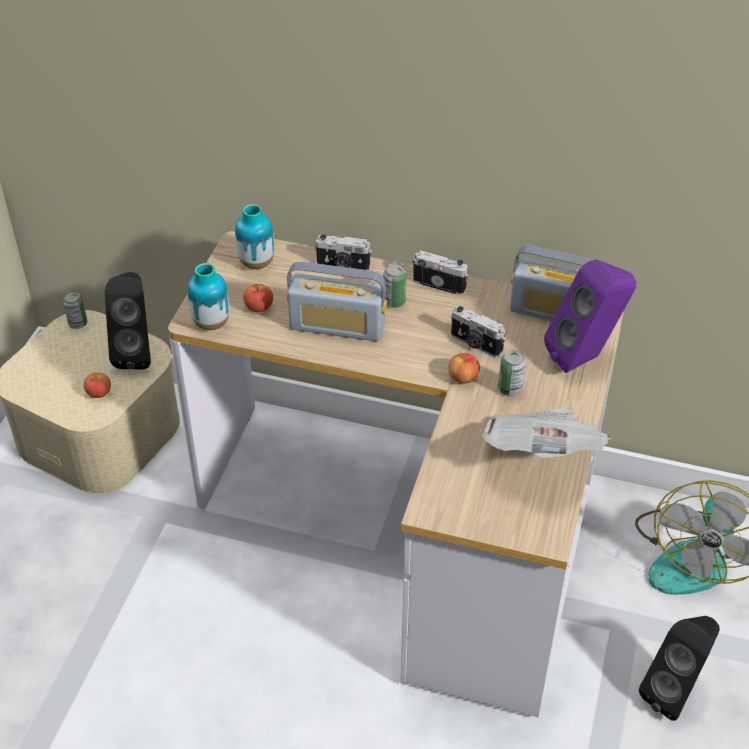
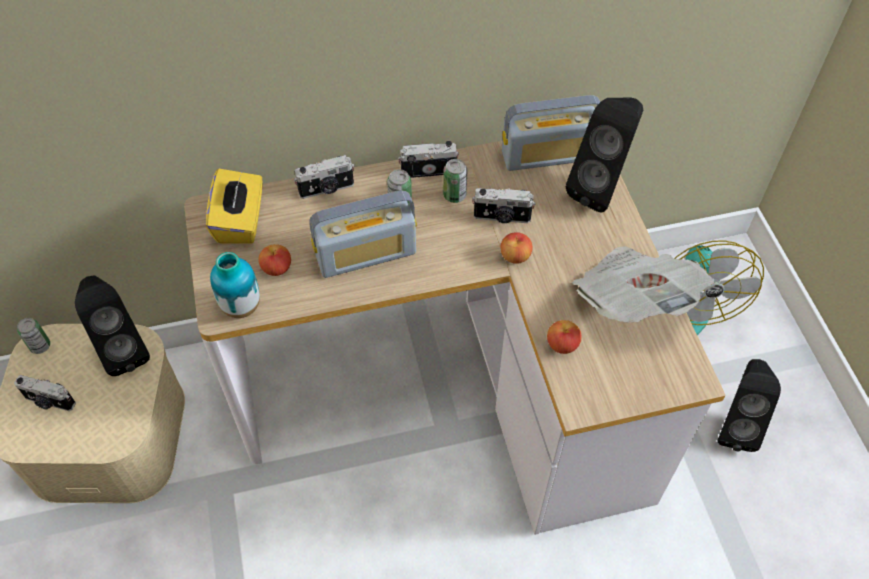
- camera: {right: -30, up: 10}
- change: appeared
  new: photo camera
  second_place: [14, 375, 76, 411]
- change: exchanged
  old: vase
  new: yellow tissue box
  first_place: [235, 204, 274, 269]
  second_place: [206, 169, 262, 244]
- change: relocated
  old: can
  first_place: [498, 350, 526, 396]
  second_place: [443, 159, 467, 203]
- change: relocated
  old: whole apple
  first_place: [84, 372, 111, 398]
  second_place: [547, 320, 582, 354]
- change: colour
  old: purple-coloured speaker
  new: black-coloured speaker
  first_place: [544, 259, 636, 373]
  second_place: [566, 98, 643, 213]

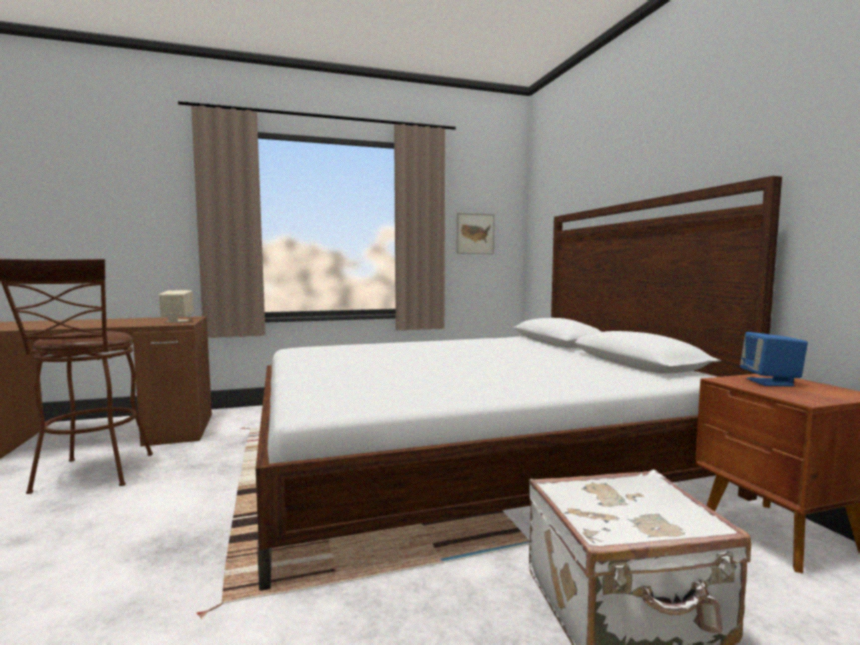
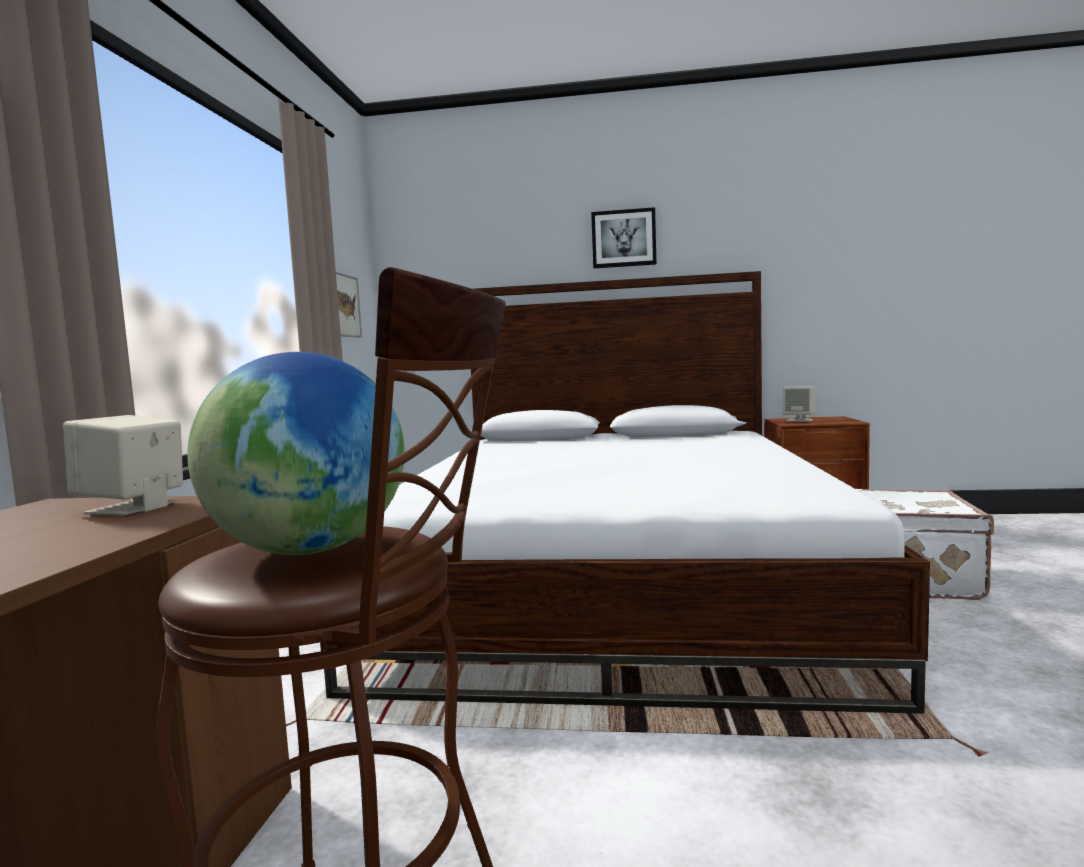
- camera: {right: -65, up: 0}
- change: appeared
  new: globe
  second_place: [187, 352, 405, 555]
- change: appeared
  new: wall picture
  second_place: [591, 207, 656, 268]
- change: colour
  old: blue-coloured speaker
  new: beige-coloured speaker
  first_place: [740, 332, 808, 387]
  second_place: [782, 386, 816, 422]

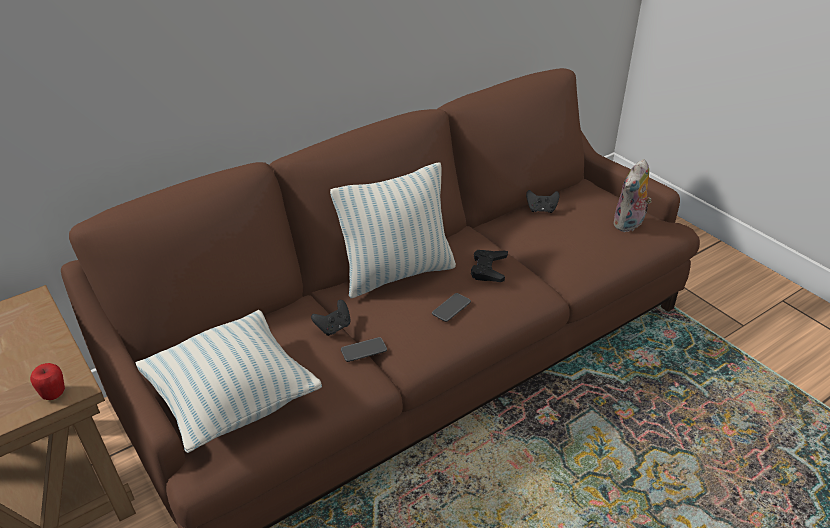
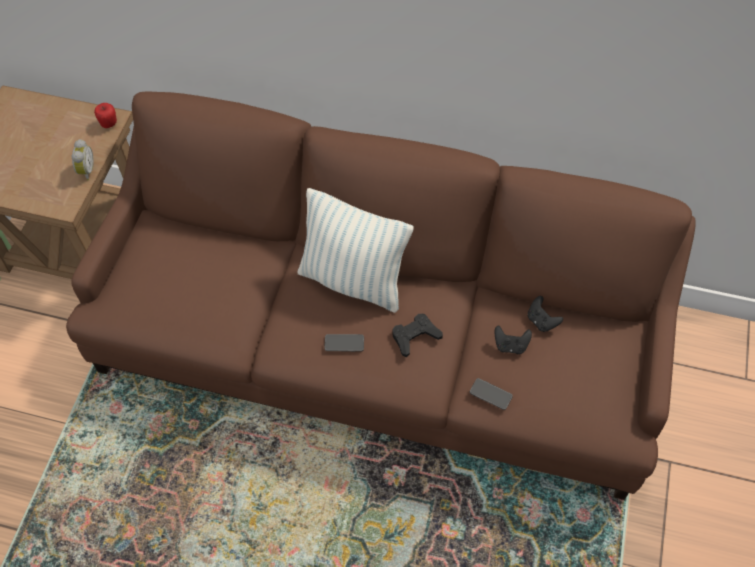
- camera: {right: 50, up: 20}
- change: appeared
  new: bedside clock
  second_place: [72, 139, 94, 180]
- change: relocated
  old: whole apple
  first_place: [30, 363, 65, 400]
  second_place: [94, 103, 117, 128]
- change: relocated
  old: handset
  first_place: [341, 337, 387, 362]
  second_place: [470, 378, 513, 410]
- change: relocated
  old: black-coloured joypad
  first_place: [311, 300, 351, 336]
  second_place: [495, 325, 532, 354]
- change: missing
  old: pillow
  first_place: [136, 310, 322, 453]
- change: missing
  old: plush toy
  first_place: [614, 159, 652, 232]

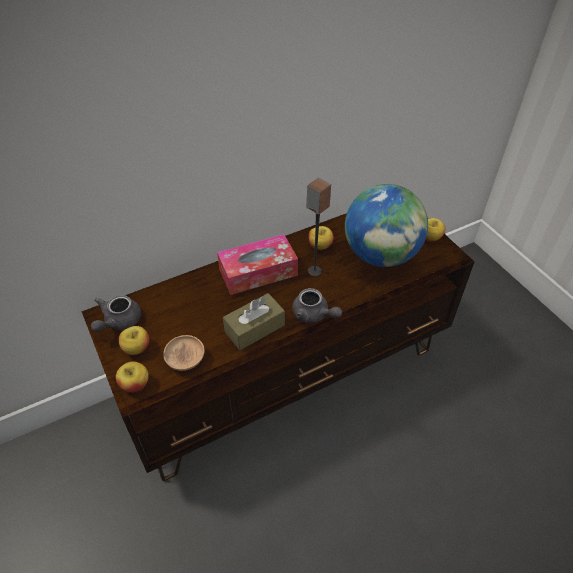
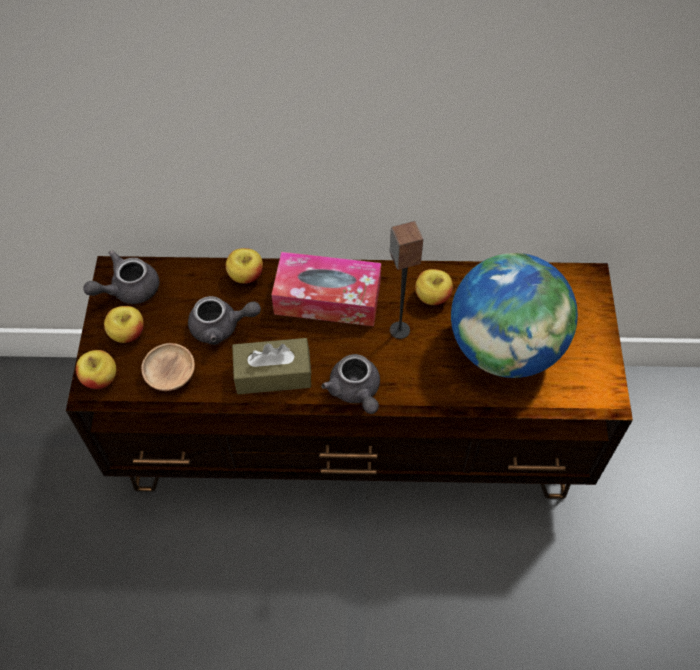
- camera: {right: 30, up: 10}
- change: appeared
  new: gray teapot
  second_place: [188, 296, 261, 345]
- change: relocated
  old: whole apple
  first_place: [425, 218, 446, 242]
  second_place: [226, 248, 263, 284]

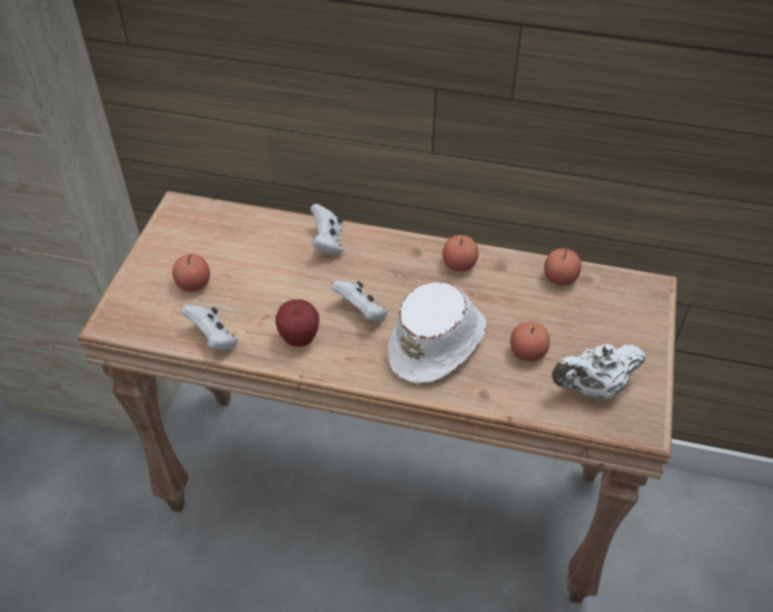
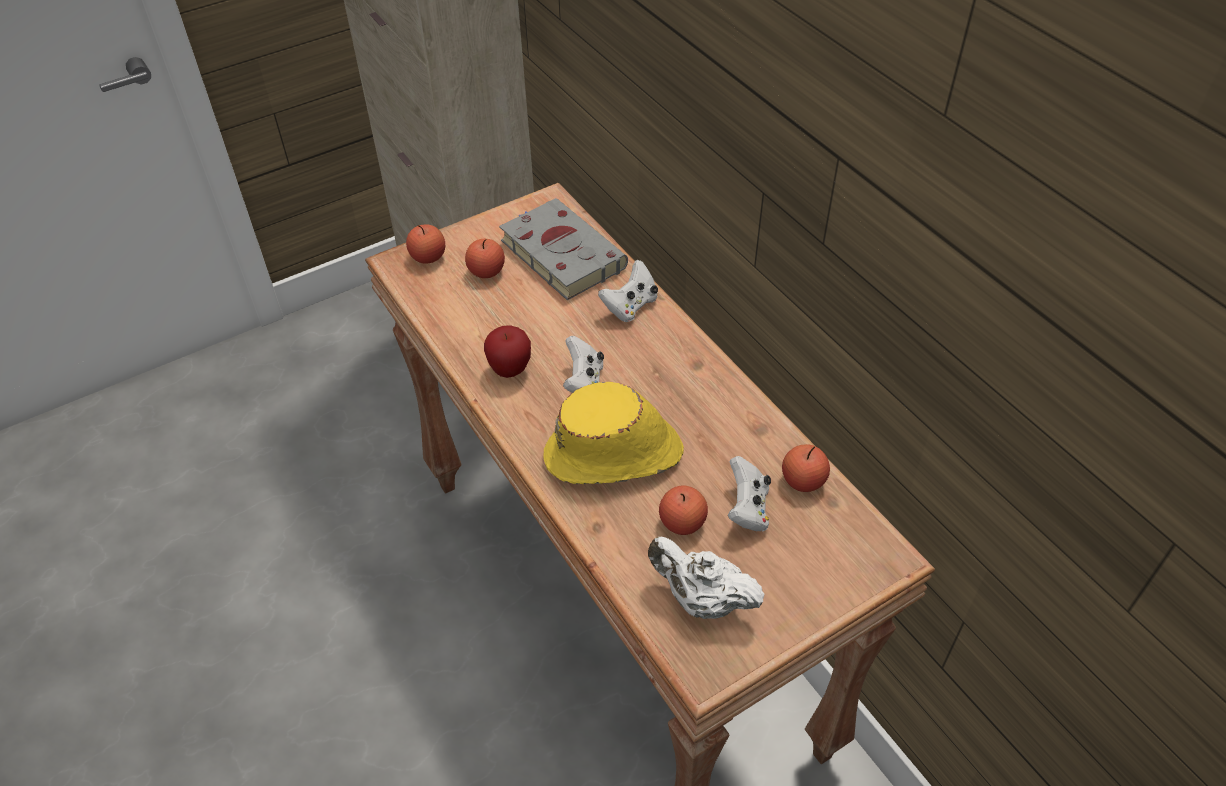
- camera: {right: 45, up: 0}
- change: relocated
  old: whole apple
  first_place: [443, 235, 479, 272]
  second_place: [406, 224, 445, 264]
- change: appeared
  new: gray volume
  second_place: [499, 198, 628, 300]
- change: colour
  old: whitish hat
  new: yellow hat
  first_place: [388, 282, 486, 383]
  second_place: [543, 382, 684, 484]
- change: relocated
  old: whitish joypad
  first_place: [181, 305, 238, 350]
  second_place: [728, 456, 771, 531]

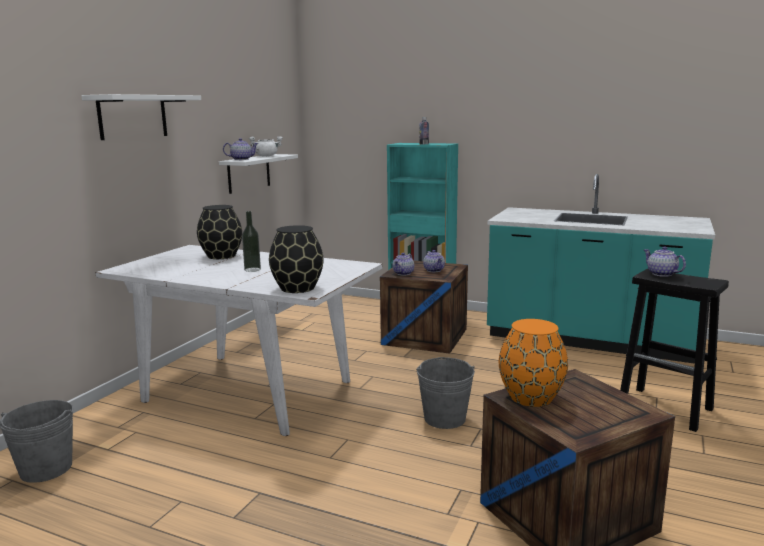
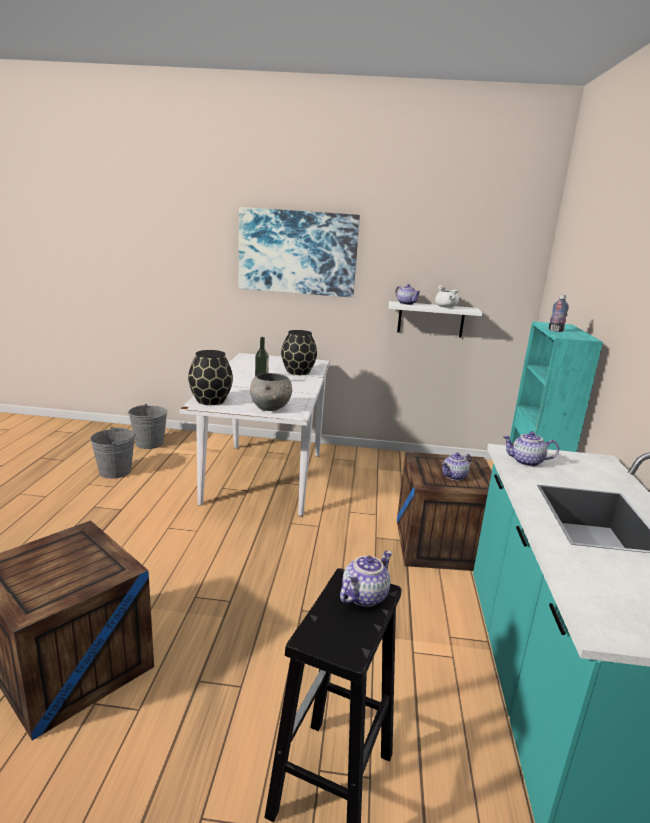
- camera: {right: 70, up: 5}
- change: relocated
  old: gray pail
  first_place: [416, 357, 475, 429]
  second_place: [90, 427, 136, 479]
- change: exchanged
  old: whitish shelf
  new: wall picture
  first_place: [81, 94, 201, 140]
  second_place: [239, 207, 360, 298]
- change: appeared
  new: gray bowl
  second_place: [250, 373, 292, 411]
- change: relocated
  old: teapot
  first_place: [393, 253, 414, 276]
  second_place: [502, 431, 559, 467]
- change: missing
  old: orange-coloured vase
  first_place: [499, 319, 568, 407]

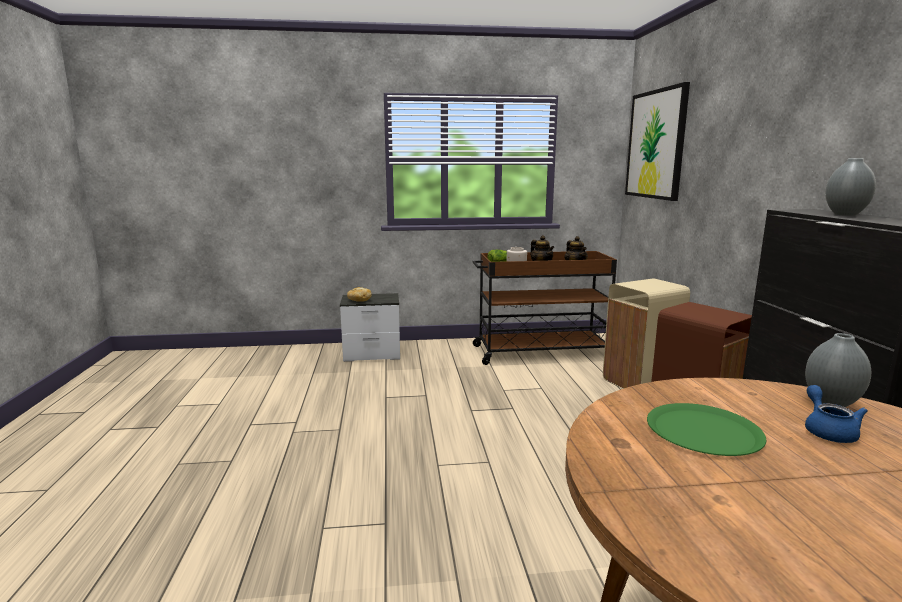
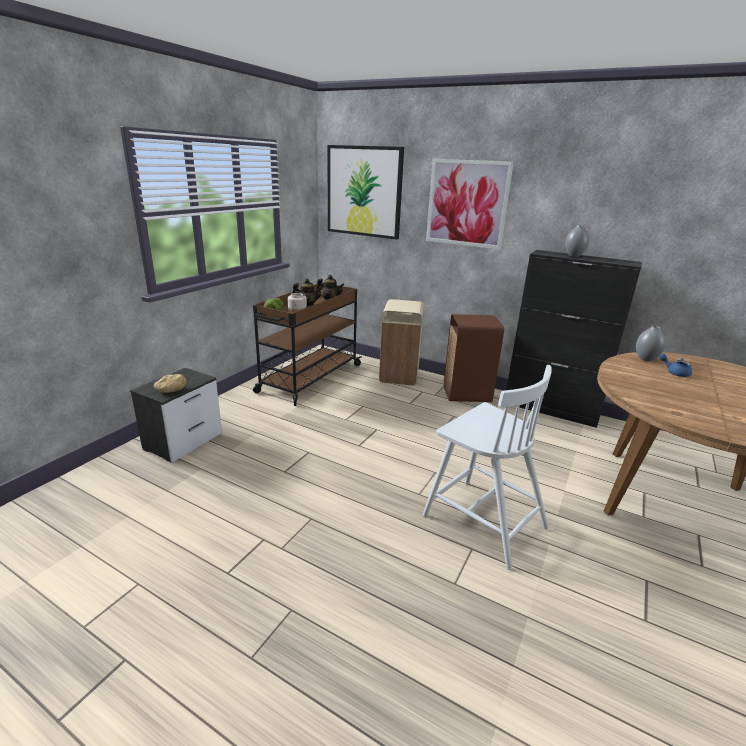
- camera: {right: -55, up: 10}
- change: appeared
  new: whitish plain chair
  second_place: [423, 365, 552, 570]
- change: appeared
  new: wall picture
  second_place: [426, 159, 514, 250]
- change: missing
  old: greenish flat dish
  first_place: [647, 403, 766, 456]

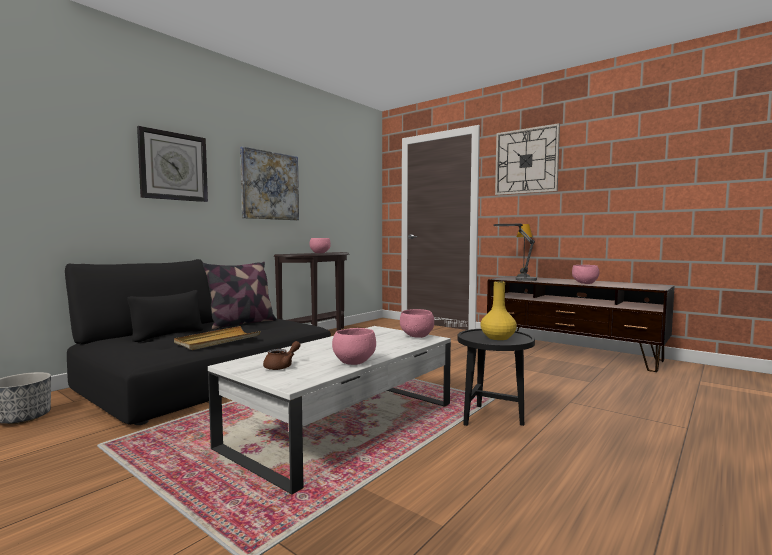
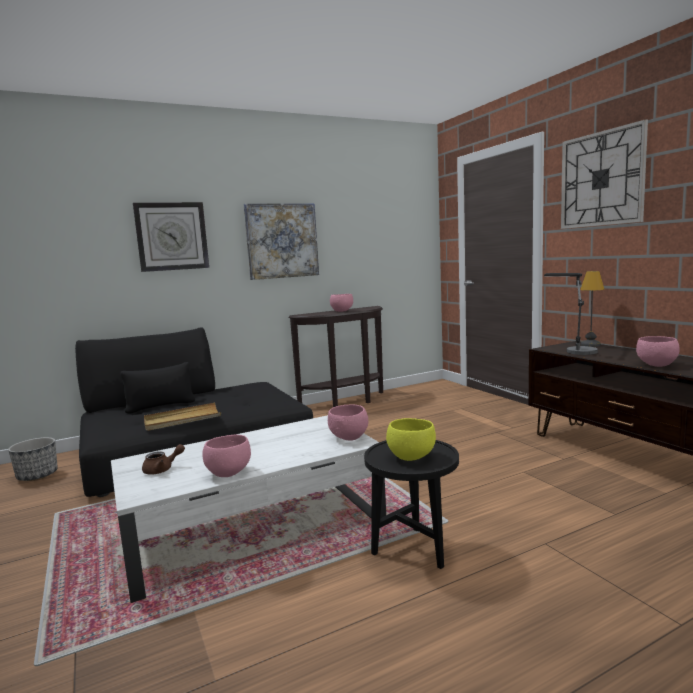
- camera: {right: 25, up: 5}
- change: exchanged
  old: yellow vase
  new: yellow bowl
  first_place: [480, 281, 517, 340]
  second_place: [386, 418, 436, 461]
- change: missing
  old: pillow
  first_place: [202, 262, 276, 329]

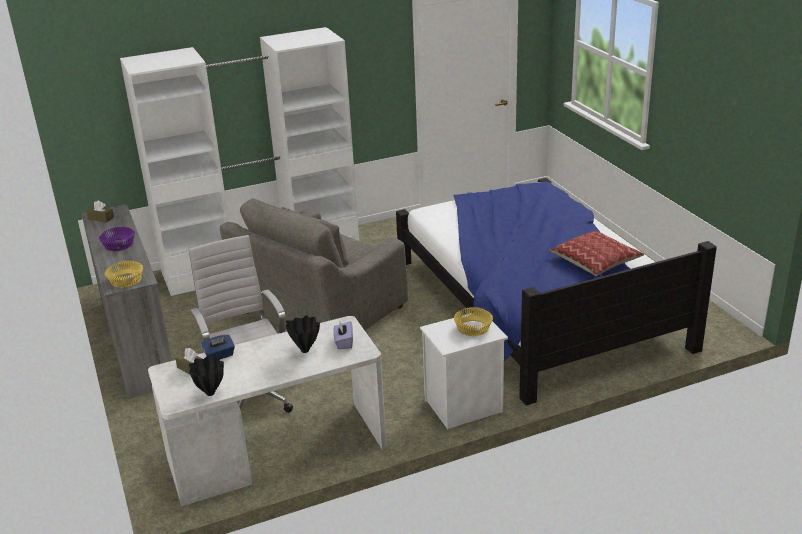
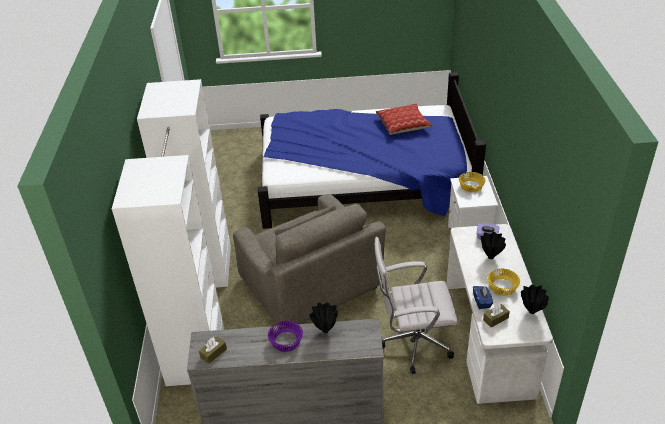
- camera: {right: -70, up: 10}
- change: appeared
  new: black-coloured vase
  second_place: [309, 302, 338, 333]
- change: relocated
  old: yellow bowl
  first_place: [105, 261, 143, 287]
  second_place: [487, 268, 520, 295]

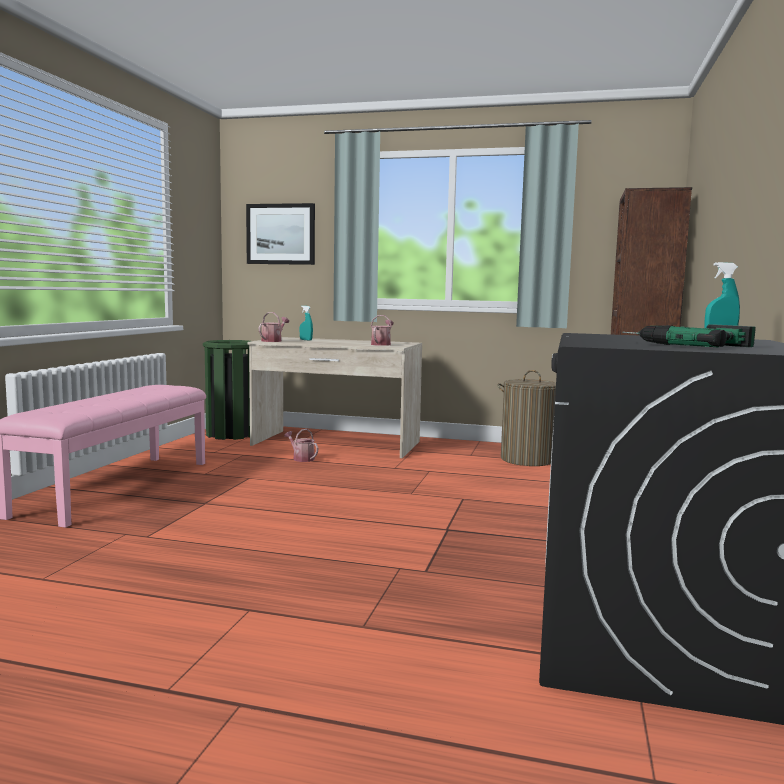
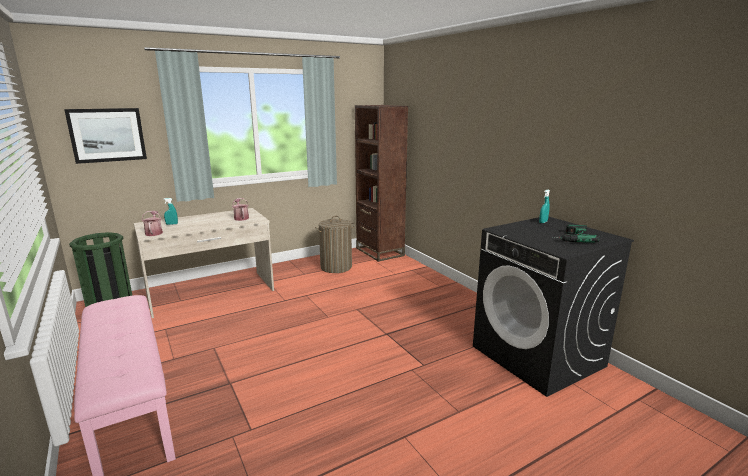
- camera: {right: -45, up: 10}
- change: missing
  old: watering pot
  first_place: [284, 429, 318, 462]

